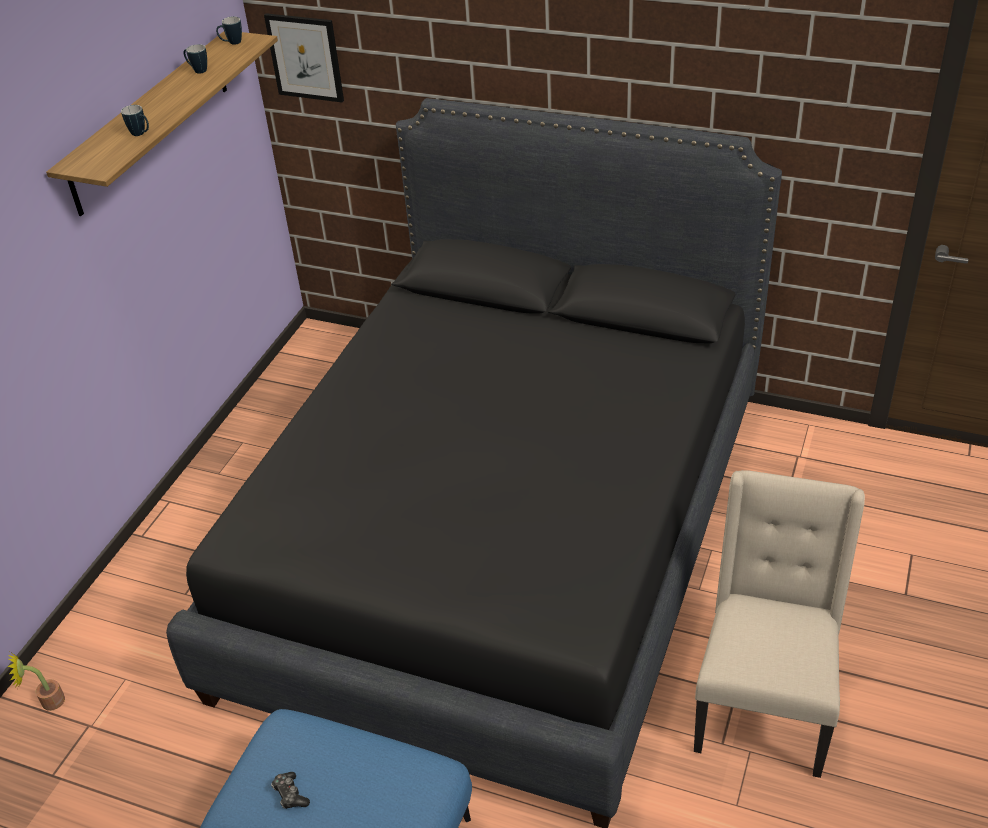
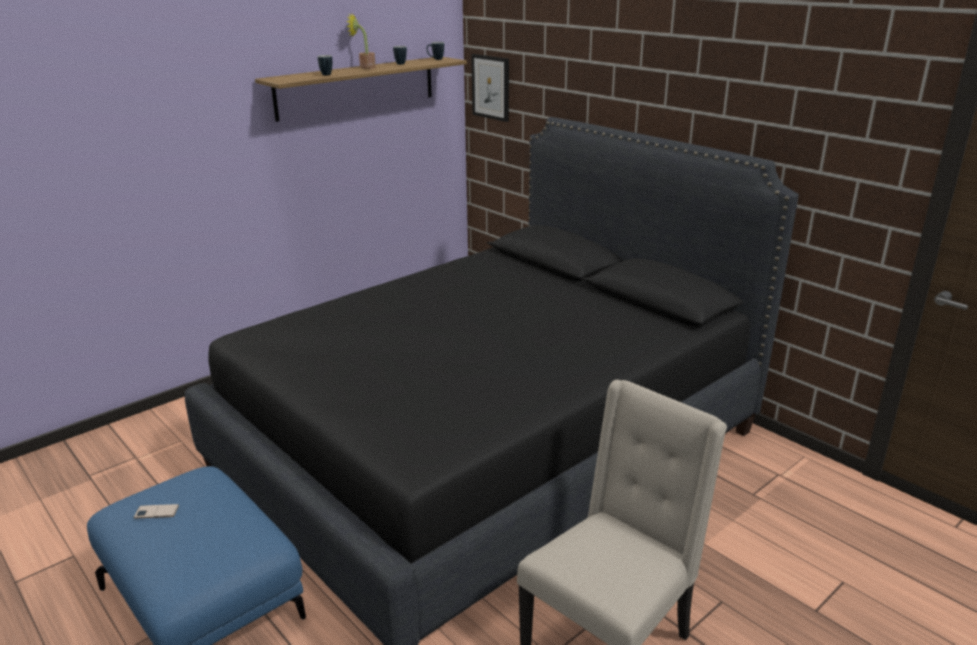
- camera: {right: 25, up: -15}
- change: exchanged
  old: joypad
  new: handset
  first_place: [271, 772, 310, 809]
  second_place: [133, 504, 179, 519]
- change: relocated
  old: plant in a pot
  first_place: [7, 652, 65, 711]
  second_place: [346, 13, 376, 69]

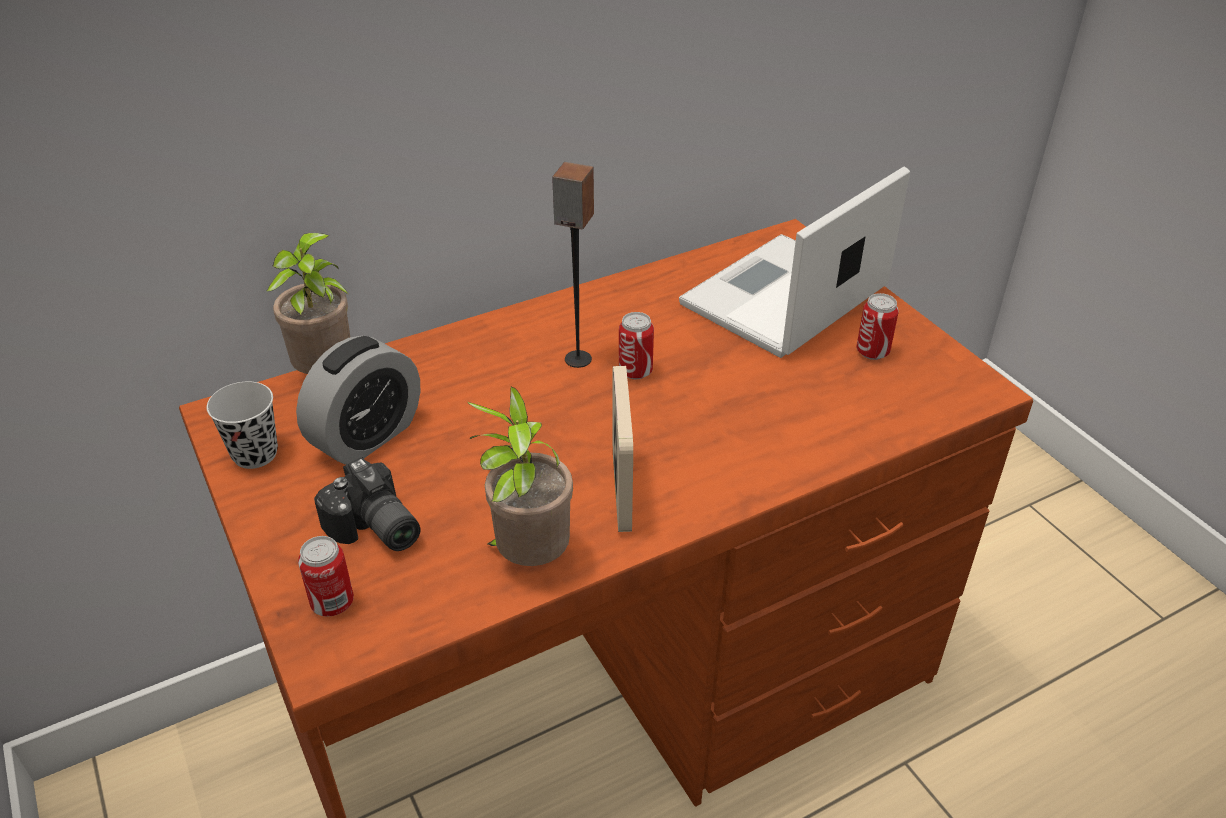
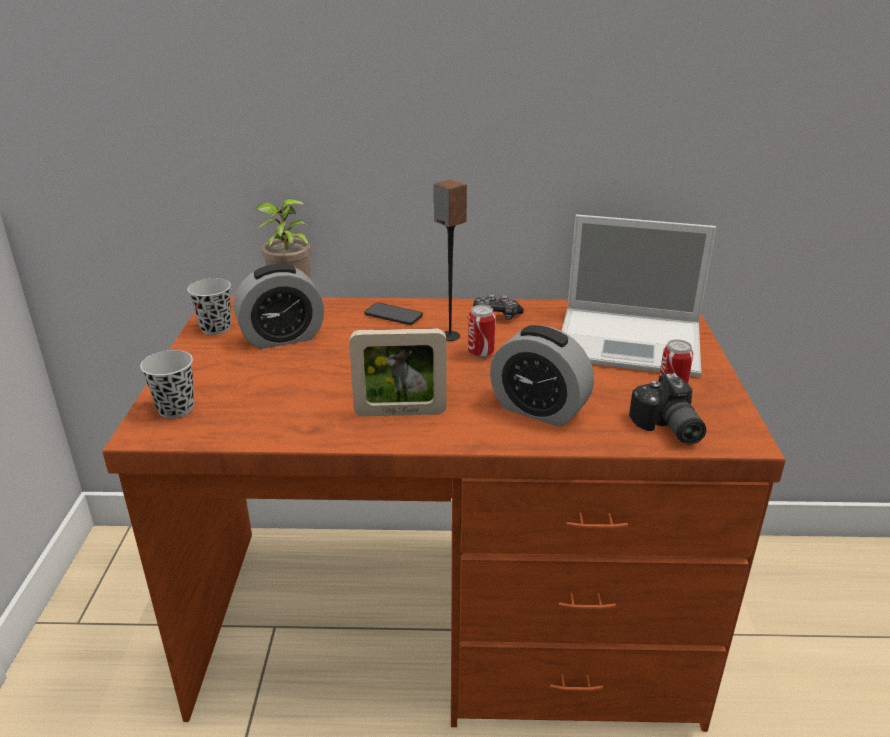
- camera: {right: 30, up: -10}
- change: exchanged
  old: can
  new: black-coloured cup
  first_place: [298, 536, 354, 617]
  second_place: [140, 350, 194, 418]
- change: spun
  old: picture frame
  first_place: [613, 366, 633, 532]
  second_place: [349, 328, 447, 416]
  degrees: 60
- change: appeared
  new: handset
  second_place: [364, 303, 423, 325]
- change: appeared
  new: joypad
  second_place: [473, 293, 524, 320]
- change: appeared
  new: bedside clock
  second_place: [490, 325, 594, 427]
- change: spun
  old: portable computer
  first_place: [679, 167, 910, 358]
  second_place: [561, 215, 716, 377]
  degrees: -150
- change: relocated
  old: photo camera
  first_place: [314, 457, 420, 551]
  second_place: [629, 373, 706, 445]
- change: missing
  old: plant in a pot
  first_place: [467, 386, 573, 566]

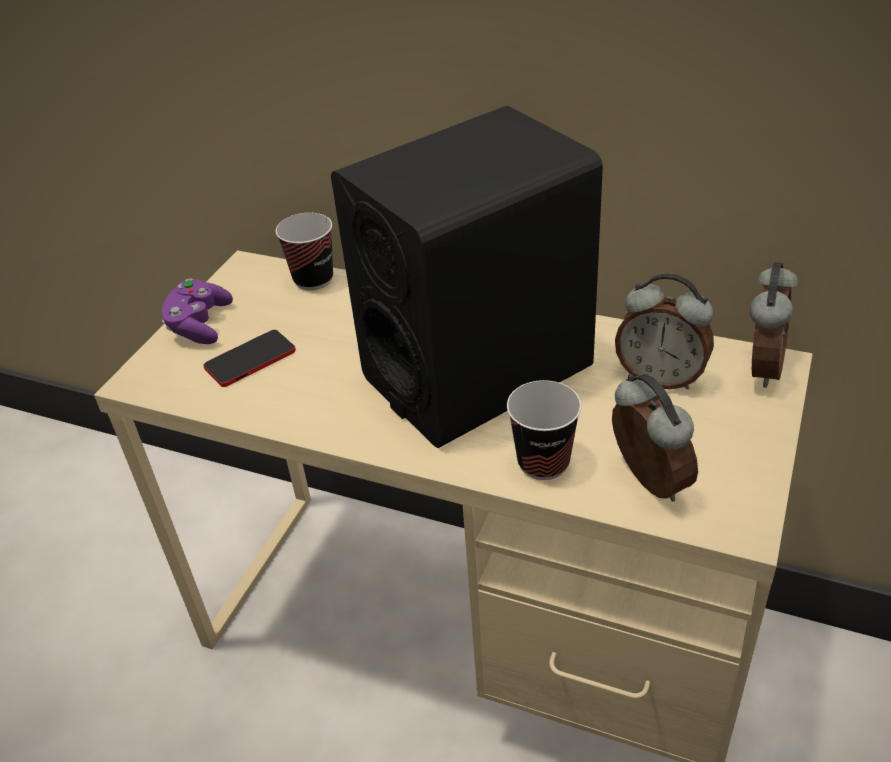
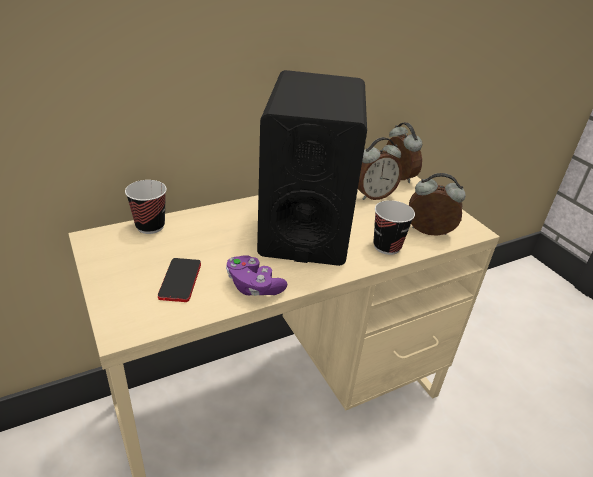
- camera: {right: -55, up: -5}
- change: relocated
  old: purple-coloured joypad
  first_place: [162, 279, 233, 344]
  second_place: [226, 255, 288, 296]

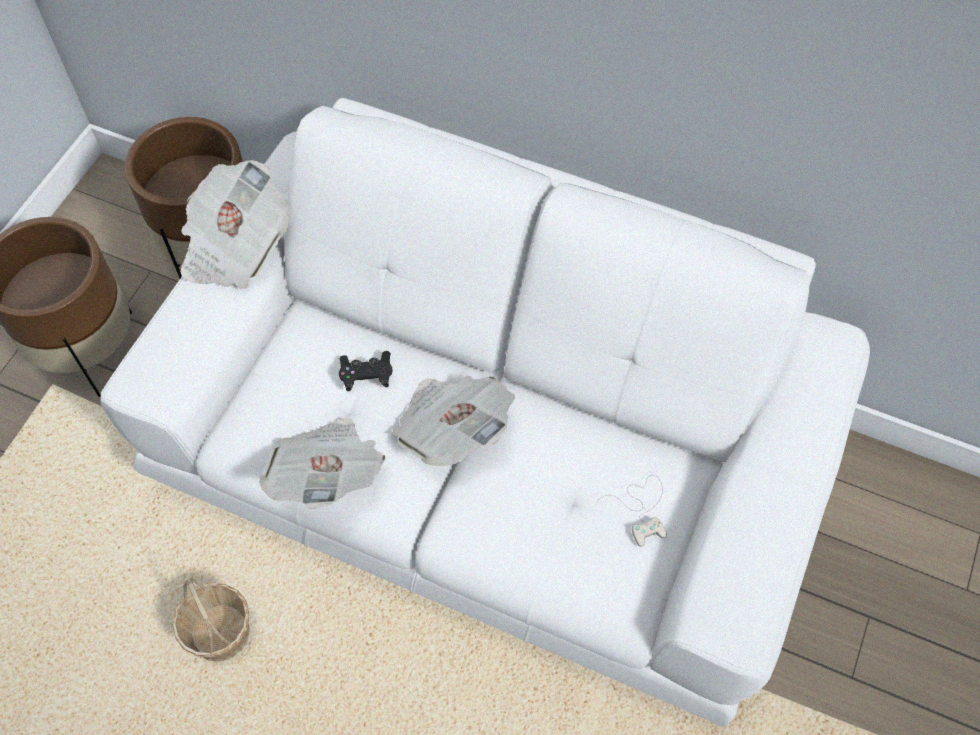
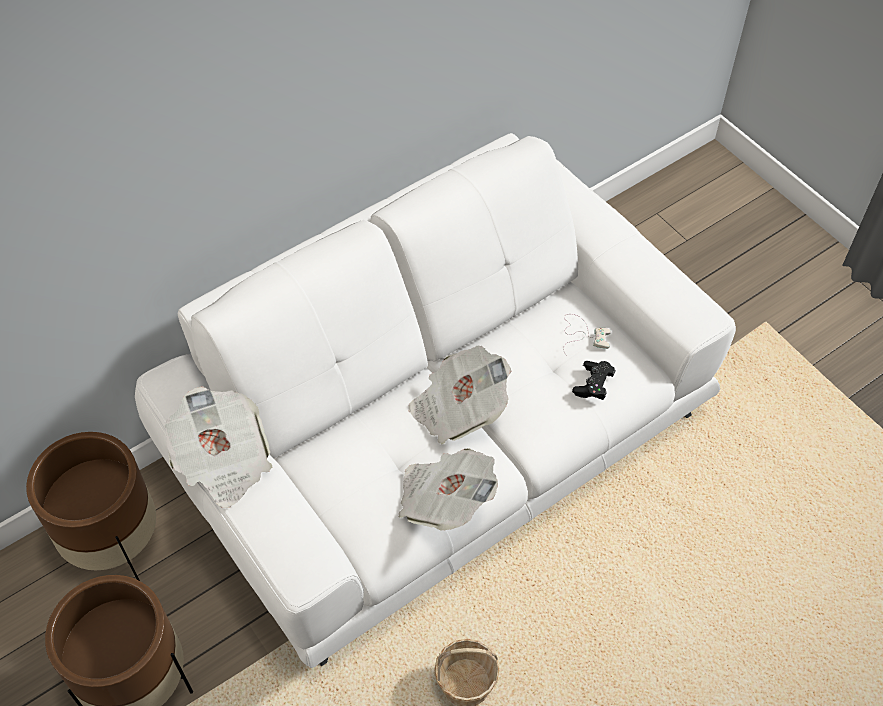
- camera: {right: -60, up: -5}
- change: relocated
  old: black-coloured joypad
  first_place: [339, 351, 393, 391]
  second_place: [572, 361, 616, 400]

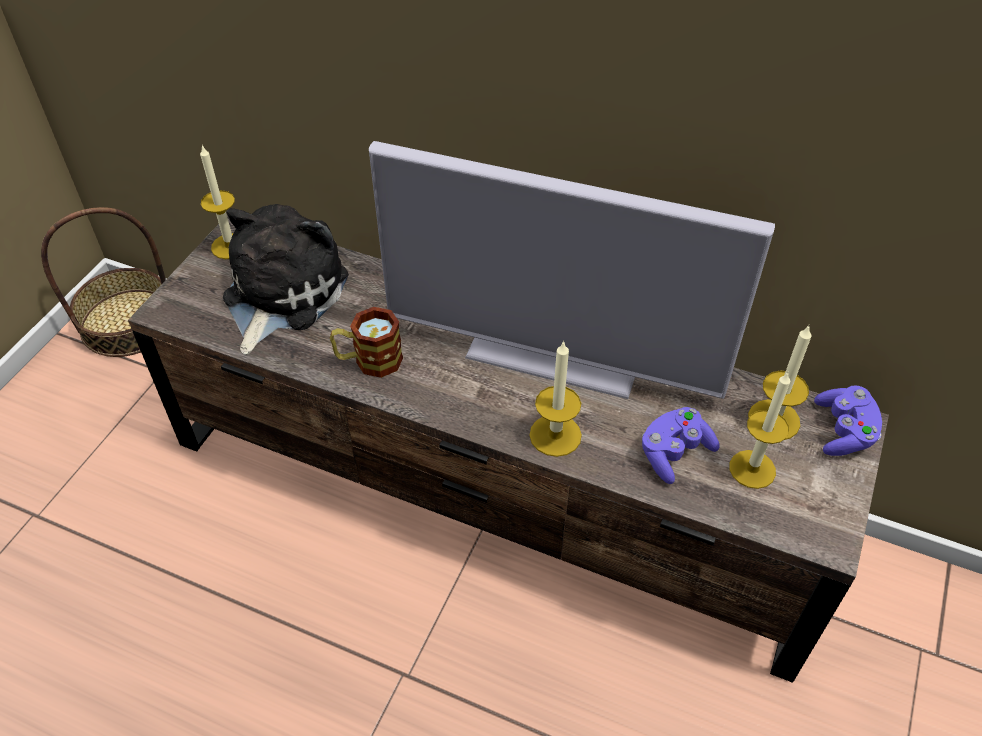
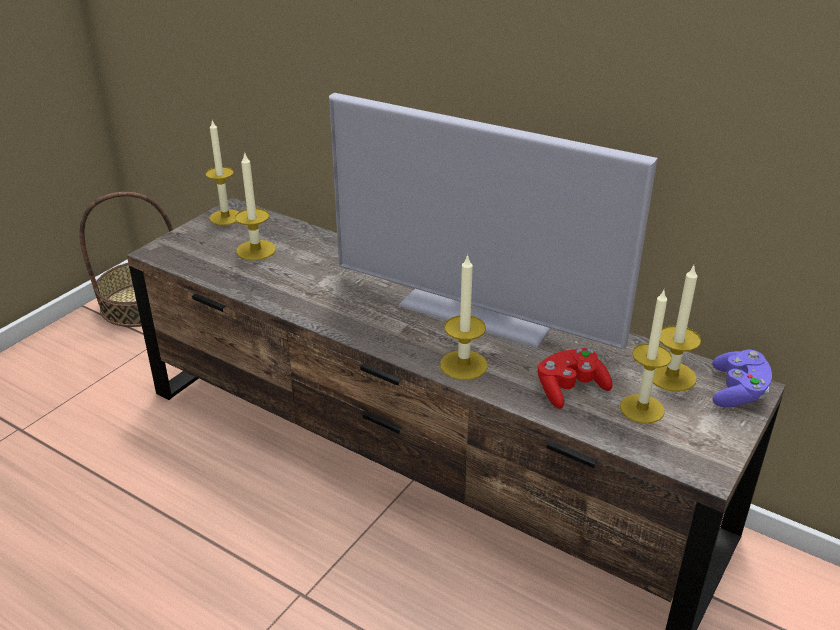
- camera: {right: 10, up: -15}
- change: exchanged
  old: plush toy
  new: candle
  first_place: [223, 204, 349, 355]
  second_place: [235, 152, 276, 261]
- change: colour
  old: purple-coloured joypad
  new: red joypad
  first_place: [642, 407, 720, 484]
  second_place: [538, 348, 613, 409]
- change: missing
  old: mug
  first_place: [330, 307, 403, 378]

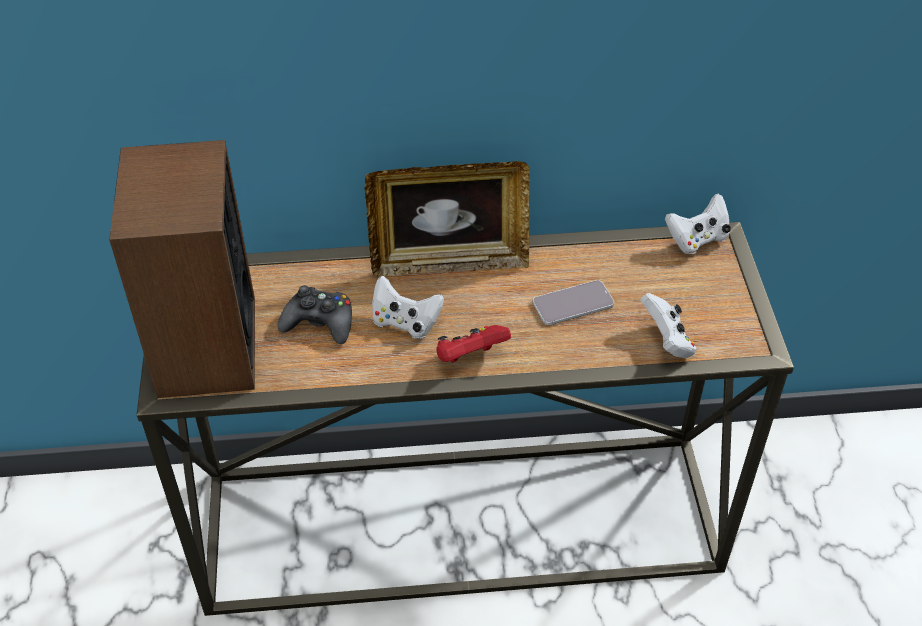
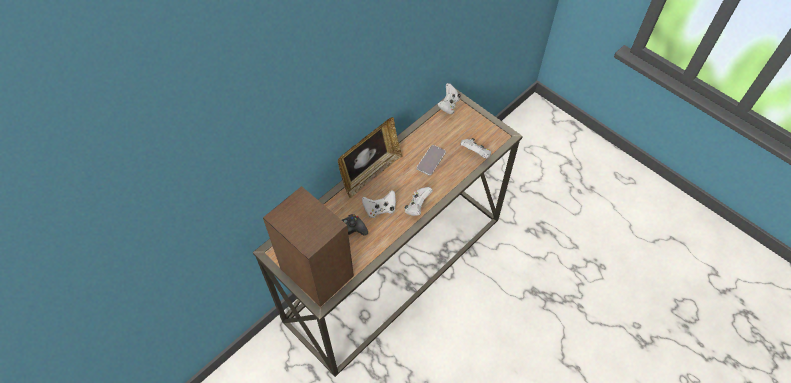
- camera: {right: -40, up: 10}
- change: colour
  old: red joypad
  new: whitish joypad
  first_place: [436, 325, 511, 363]
  second_place: [404, 187, 433, 216]

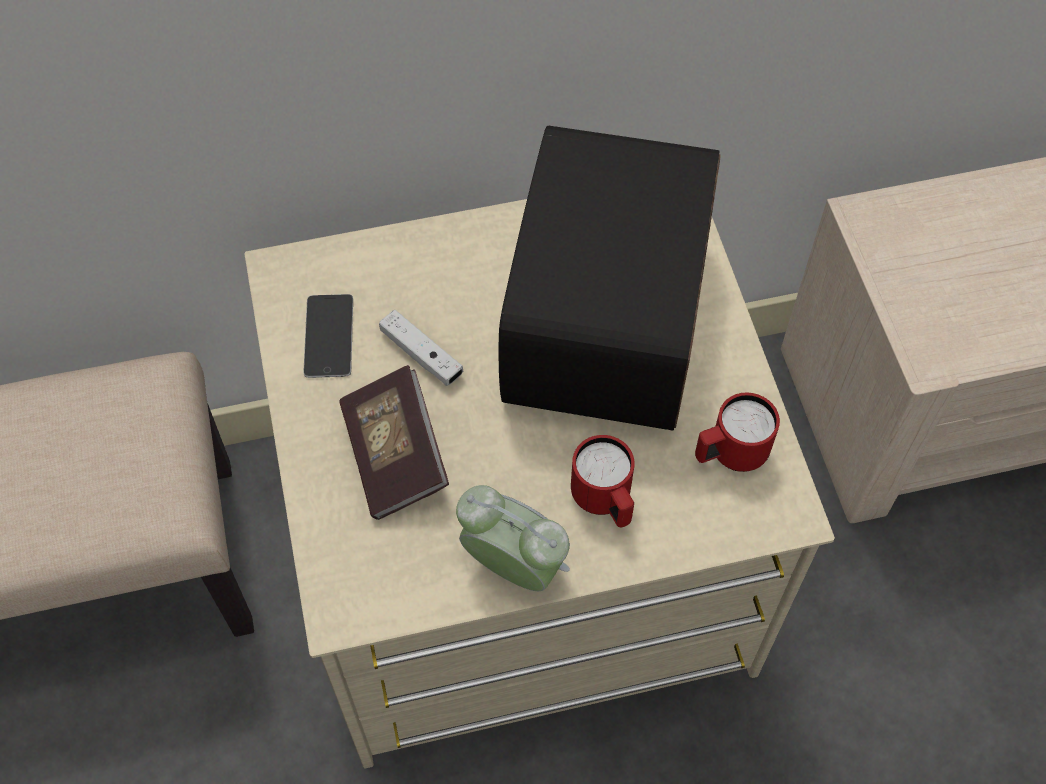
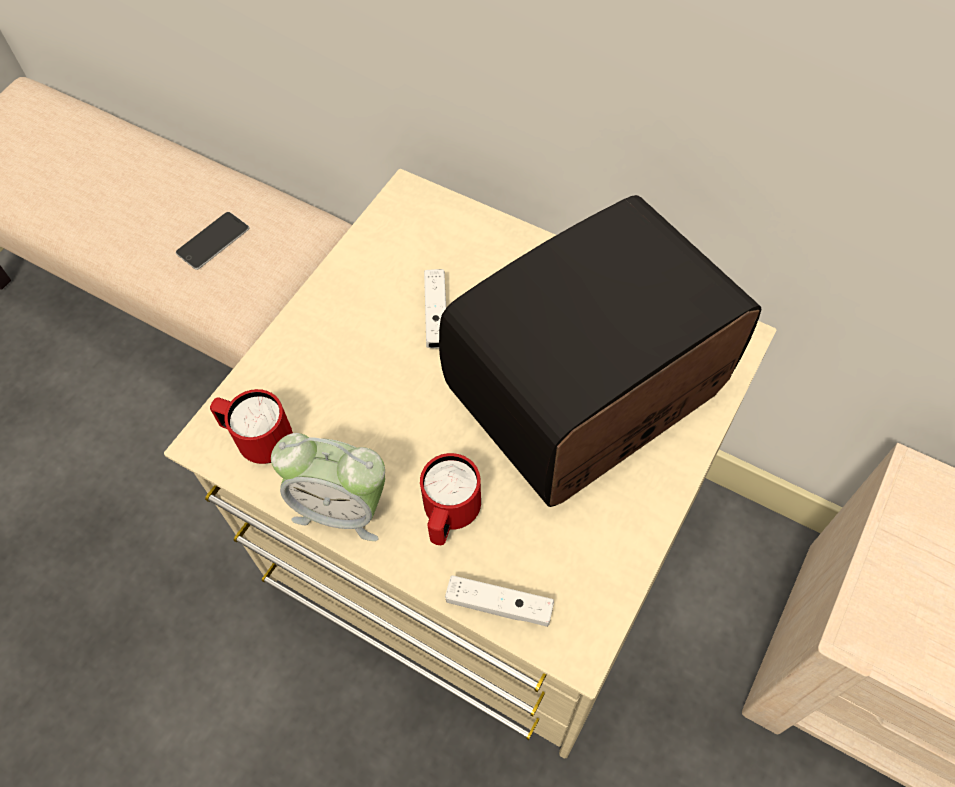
- camera: {right: 45, up: 0}
- change: relocated
  old: handset
  first_place: [303, 294, 353, 378]
  second_place: [176, 212, 249, 270]
- change: relocated
  old: red mug
  first_place: [695, 392, 780, 472]
  second_place: [210, 389, 293, 464]
- change: spun
  old: bedside clock
  first_place: [456, 485, 570, 591]
  second_place: [271, 433, 385, 541]
  degrees: 120
- change: appeared
  new: whitish joypad
  second_place: [445, 575, 554, 627]
- change: missing
  old: volume
  first_place: [339, 365, 449, 520]

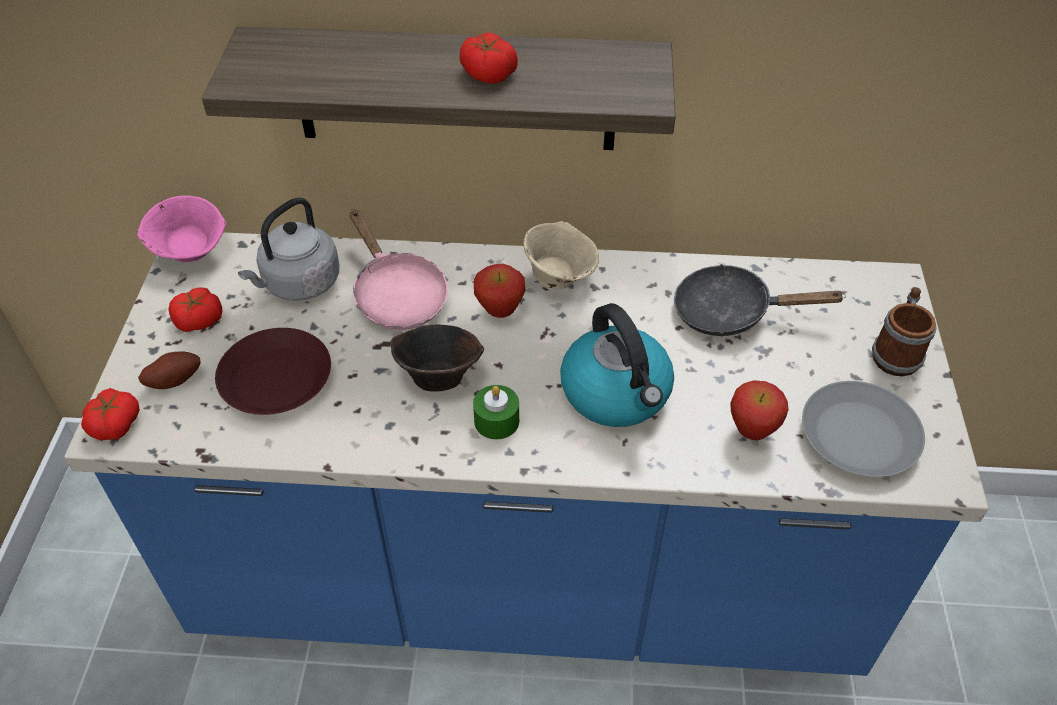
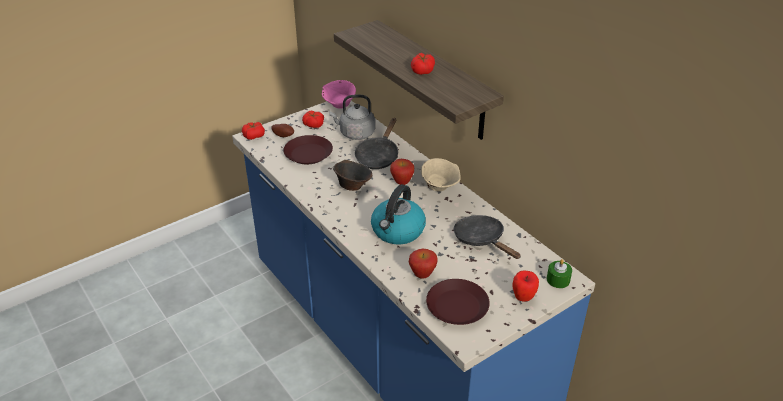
- camera: {right: 50, up: -10}
- change: colour
  old: pinkish pan
  new: black-coloured pan
  first_place: [350, 209, 448, 330]
  second_place: [355, 118, 398, 169]
- change: colour
  old: gray flat dish
  new: brown-coloured flat dish
  first_place: [802, 381, 925, 477]
  second_place: [426, 279, 490, 325]
- change: exchanged
  old: mug
  new: whole apple
  first_place: [872, 287, 937, 377]
  second_place: [512, 270, 539, 301]
- change: relocated
  old: greenish candle
  first_place: [473, 385, 519, 440]
  second_place: [547, 259, 572, 288]

